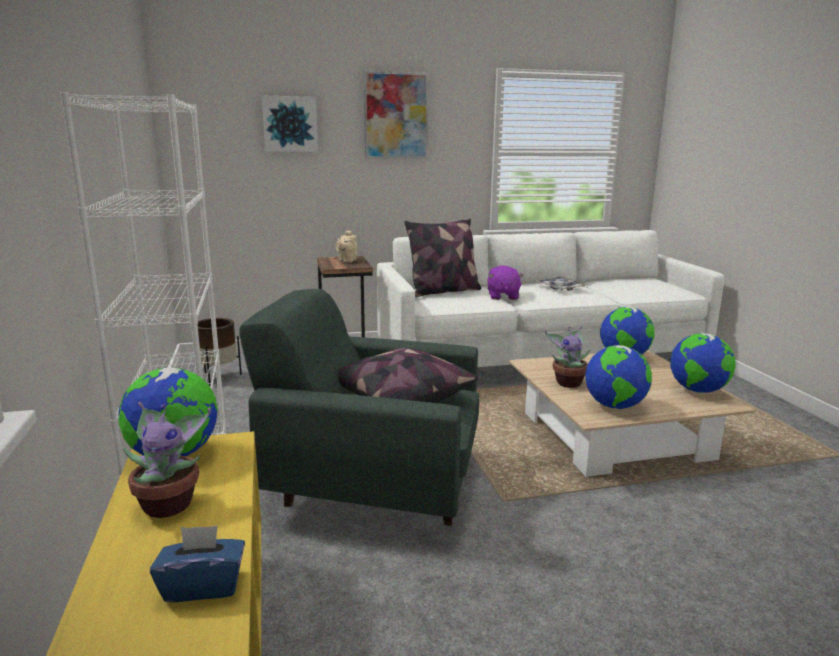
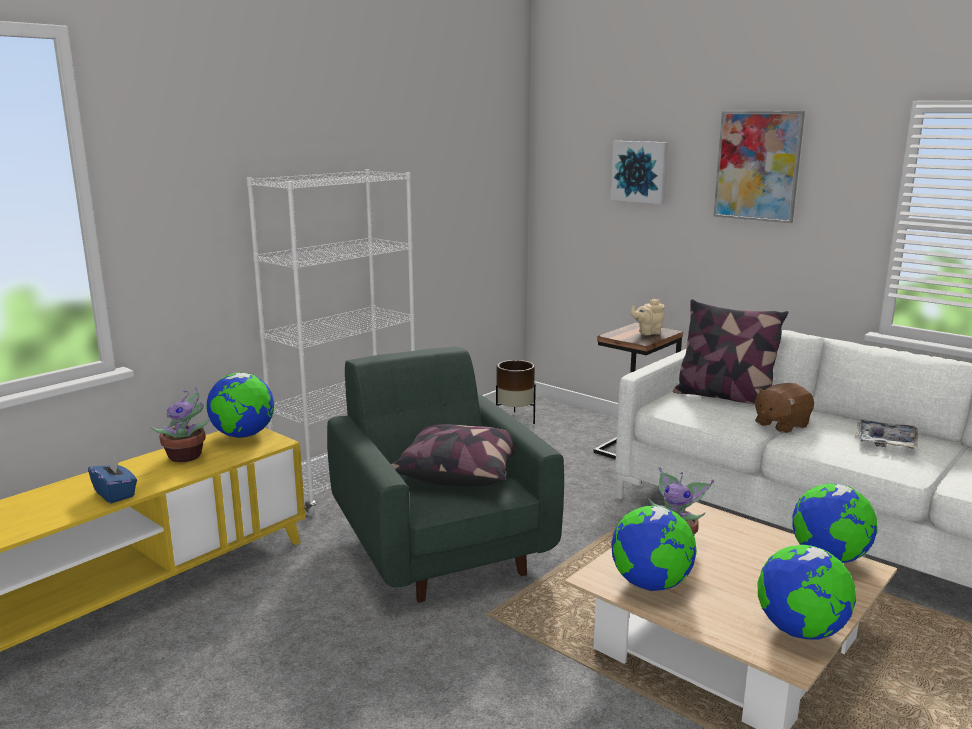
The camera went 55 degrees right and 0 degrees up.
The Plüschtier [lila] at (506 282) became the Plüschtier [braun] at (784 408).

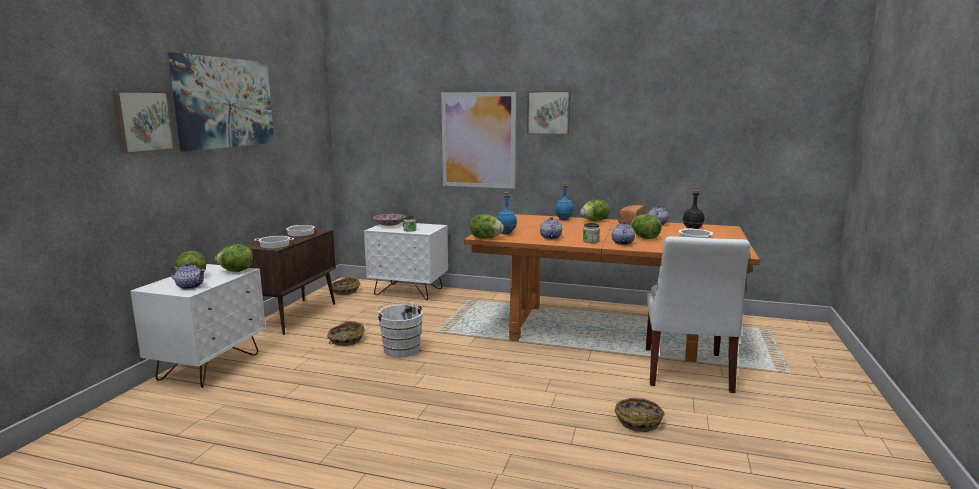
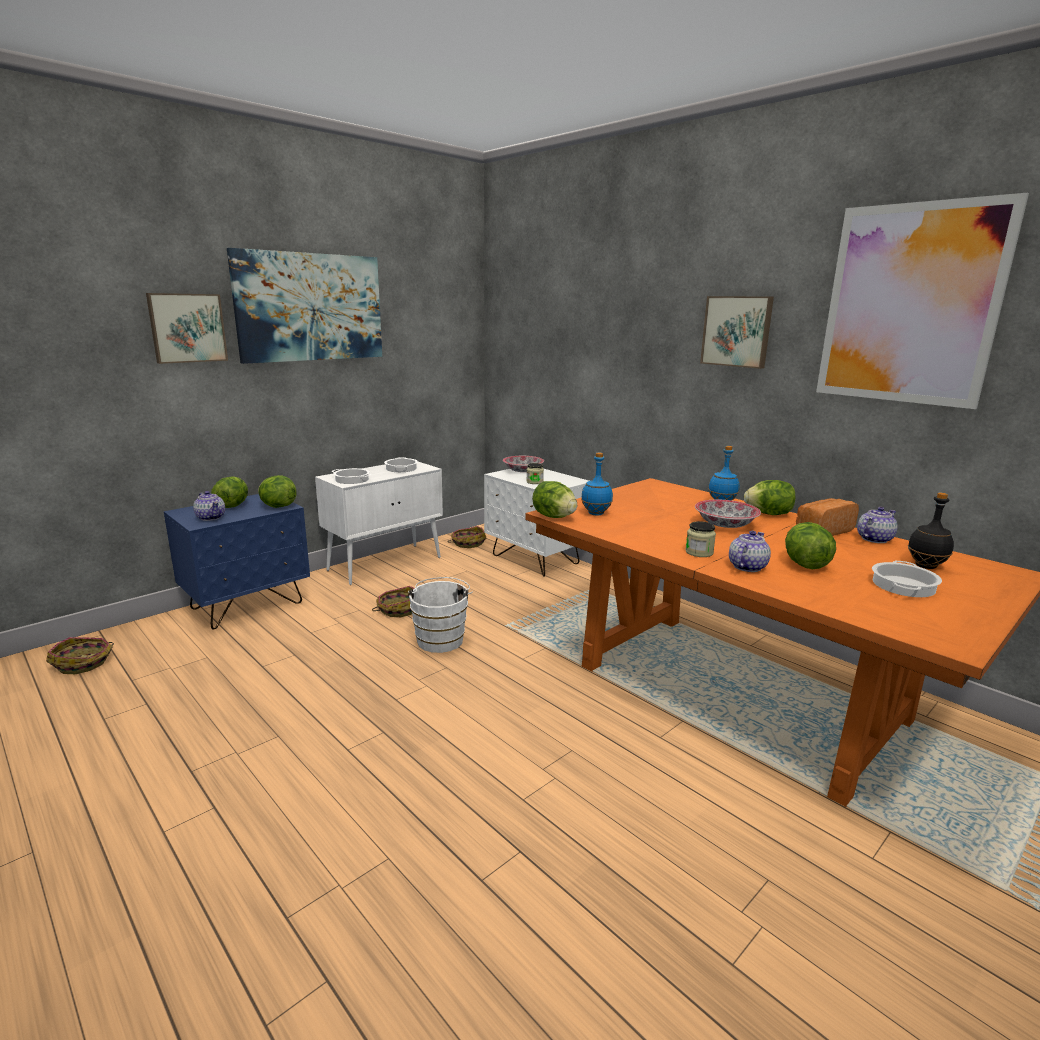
The camera went 30 degrees right and 5 degrees up.
The Korb moved from (639 415) to (80 655).
The Nachttisch [weiß] at (198 326) became the Nachttisch [blau] at (237 562).
The Schrank [braun] at (290 282) became the Schrank [weiß] at (379 523).
The Schüssel at (728 514) appeared.
The Bild moved from (478 140) to (922 301).
The Teekanne at (551 228) disappeared.
The Stuhl [weiß] at (698 314) disappeared.

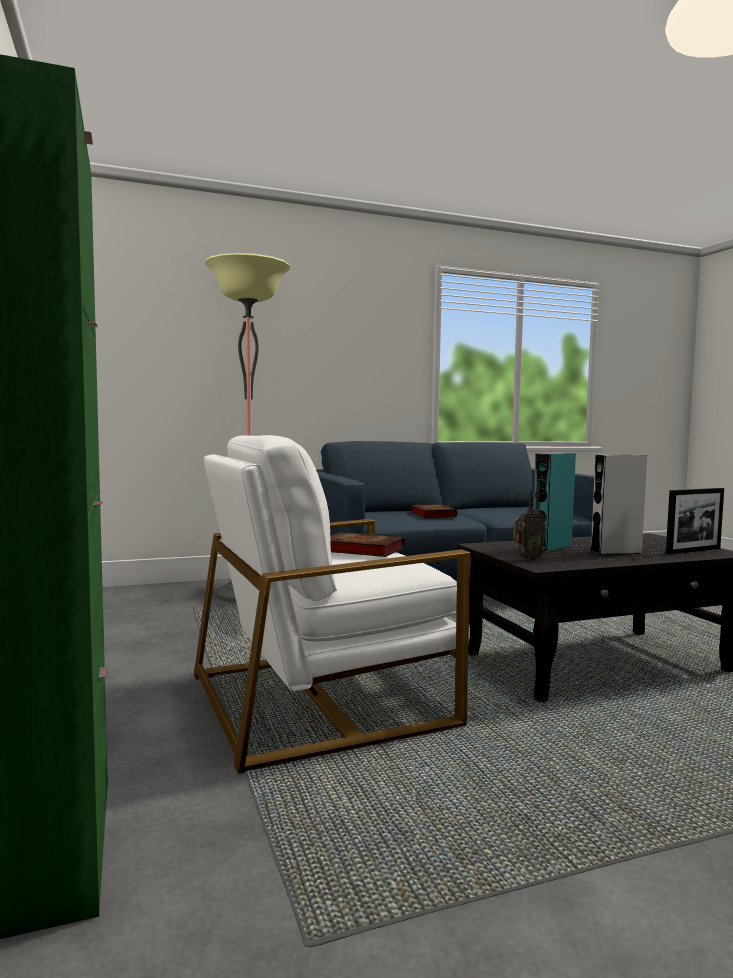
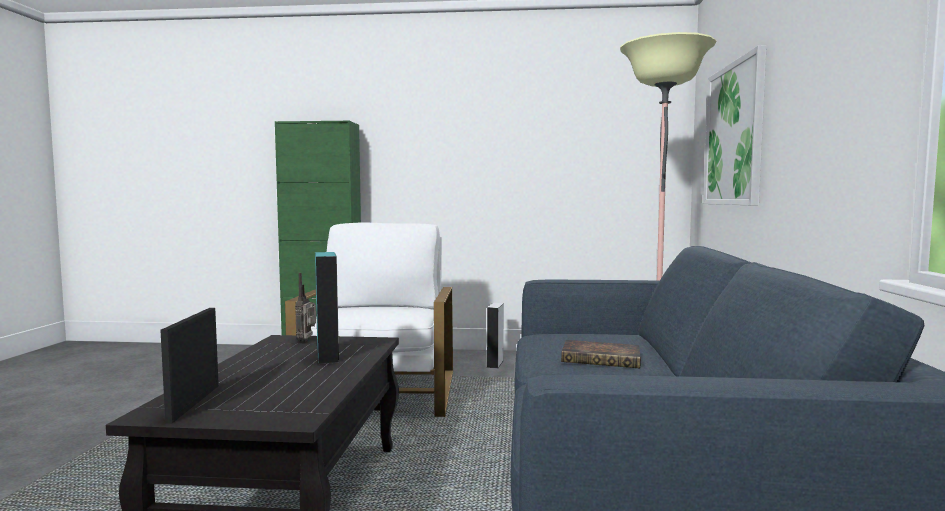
The camera went 115 degrees right and 0 degrees up.
The Lautsprecher [grau] moved from (619 505) to (495 335).
The Bild at (735 125) appeared.
The Buch at (367 545) disappeared.

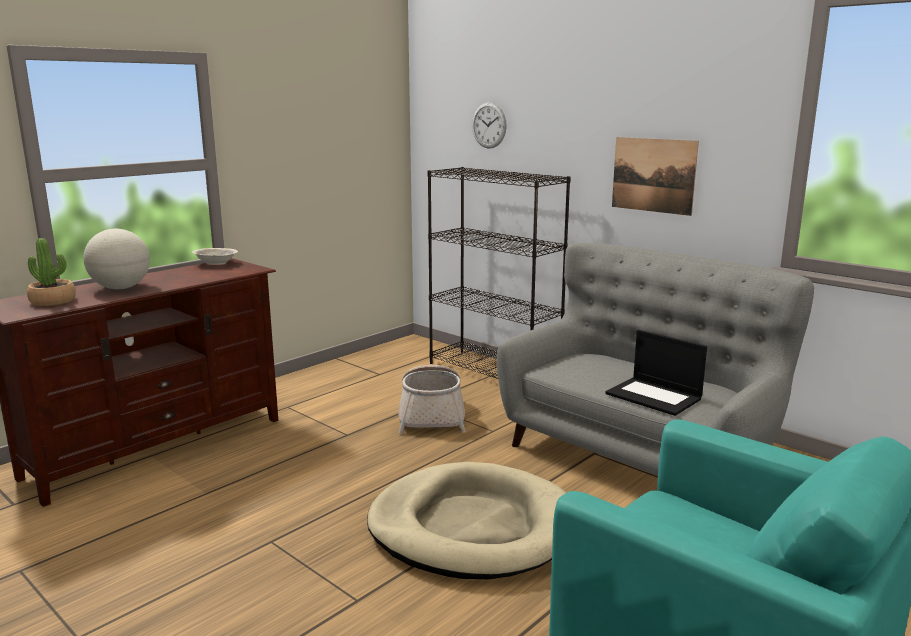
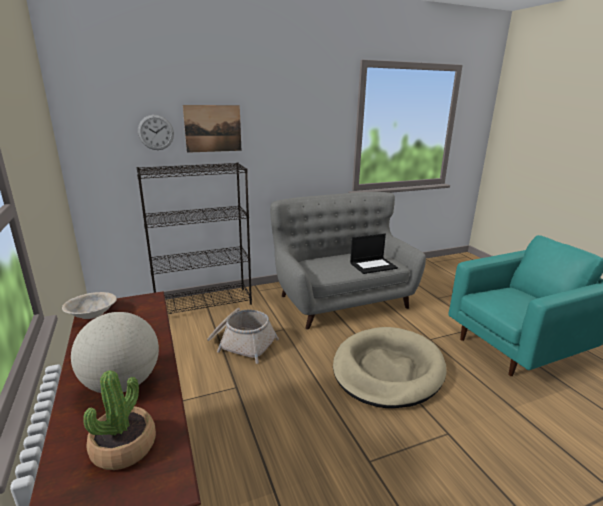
The camera went 65 degrees left and 5 degrees up.
The Bild moved from (655 176) to (212 129).

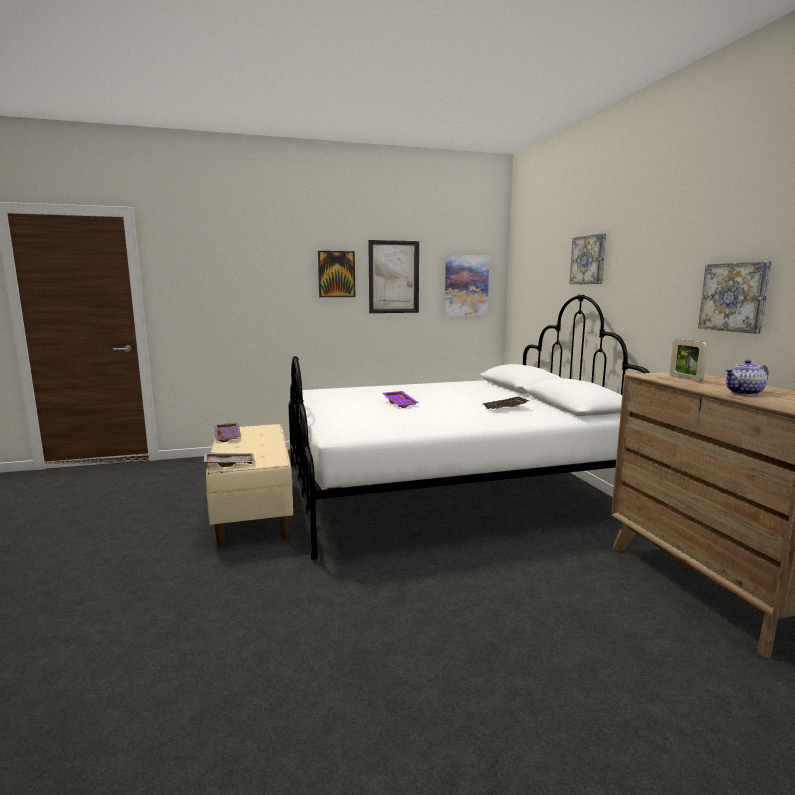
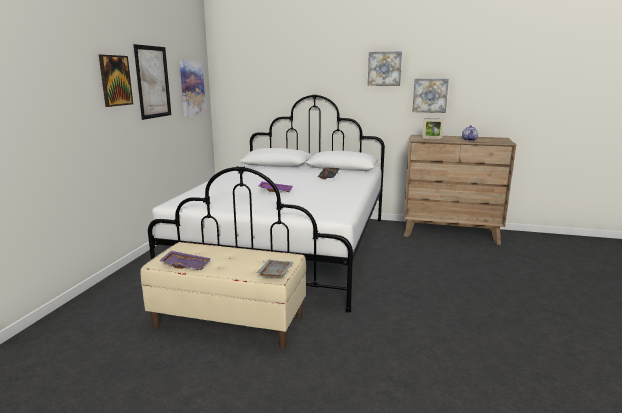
The camera went 60 degrees left and 5 degrees up.
The Bild moved from (587 258) to (385 69).

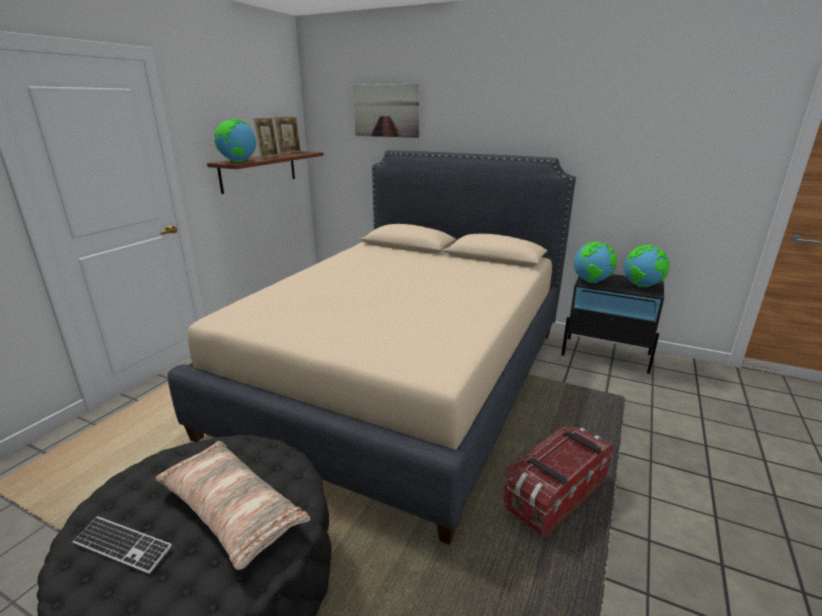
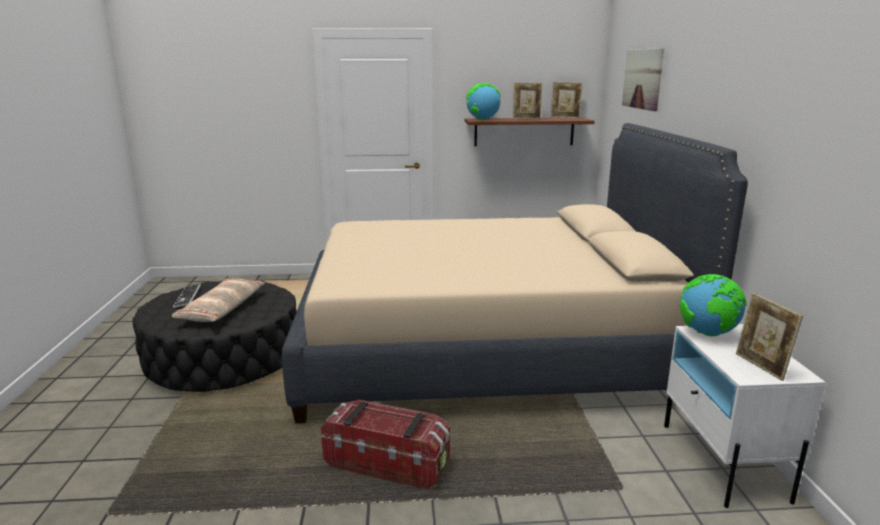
The camera went 60 degrees right and 5 degrees down.
The Nachttisch [schwarz] at (612 324) became the Nachttisch [weiß] at (745 416).
The Globus at (647 266) was replaced by the Bilderrahmen at (769 337).

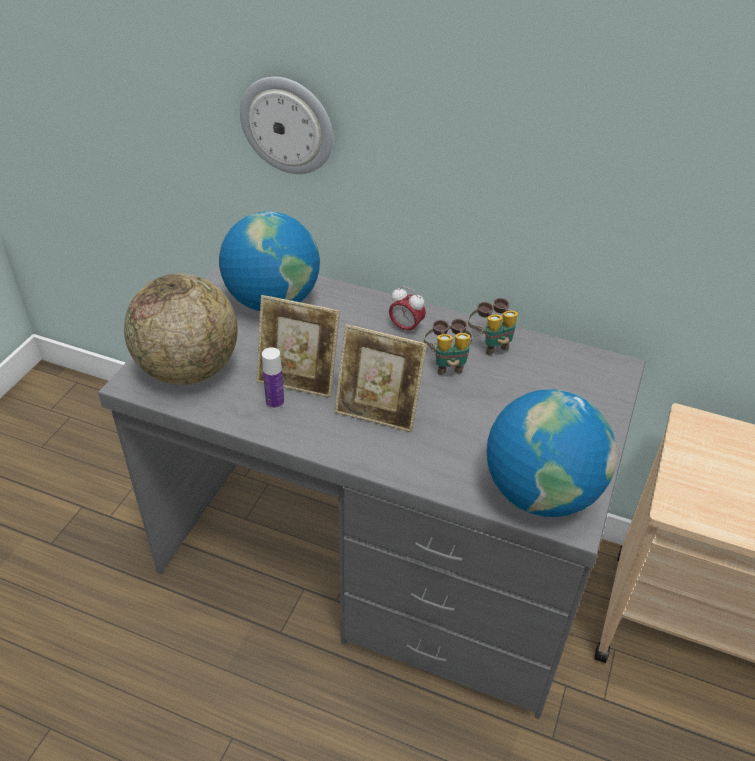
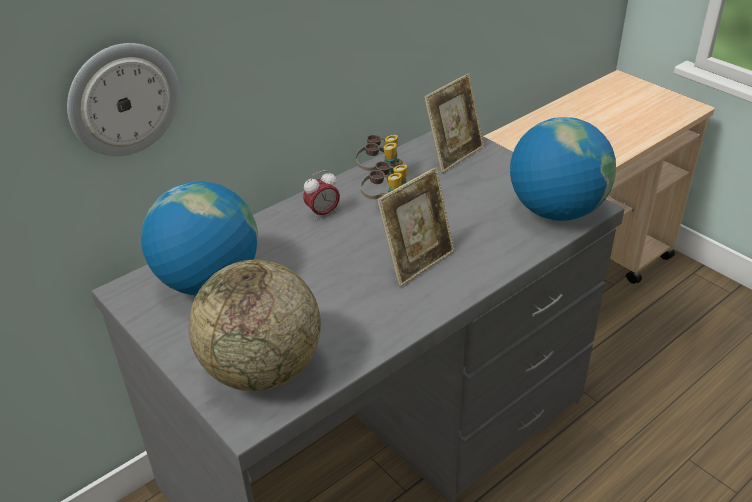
The camera went 60 degrees left and 5 degrees down.
The Bilderrahmen moved from (298 346) to (454 123).
The Flasche at (273 378) disappeared.

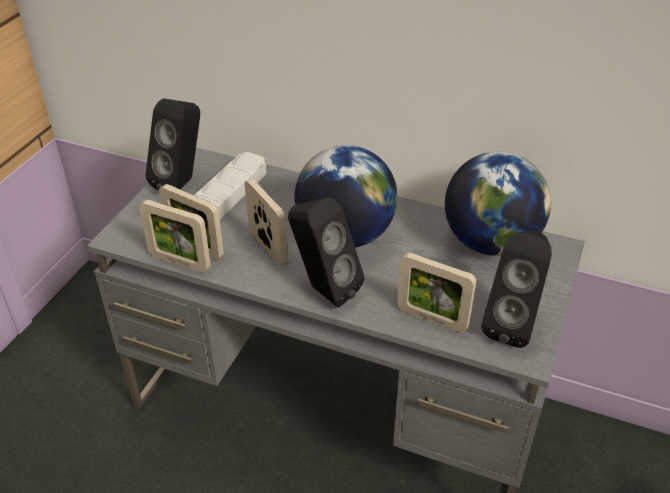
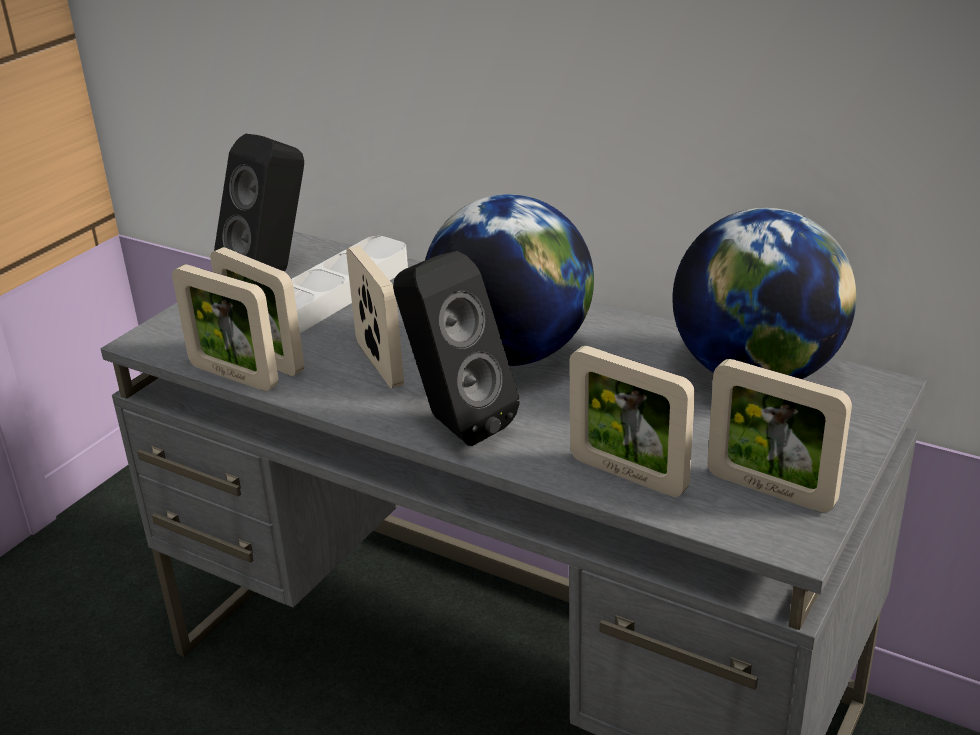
The camera went 10 degrees right and 10 degrees down.
The Lautsprecher [schwarz] at (516 289) was replaced by the Bilderrahmen at (779 436).

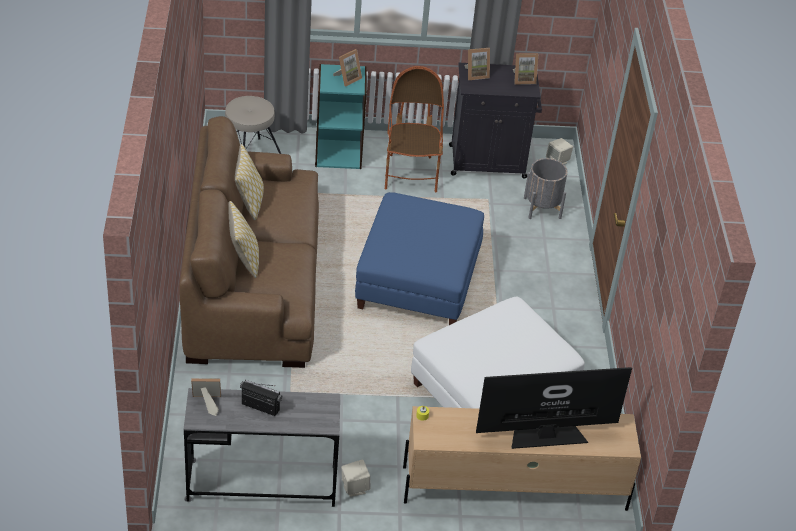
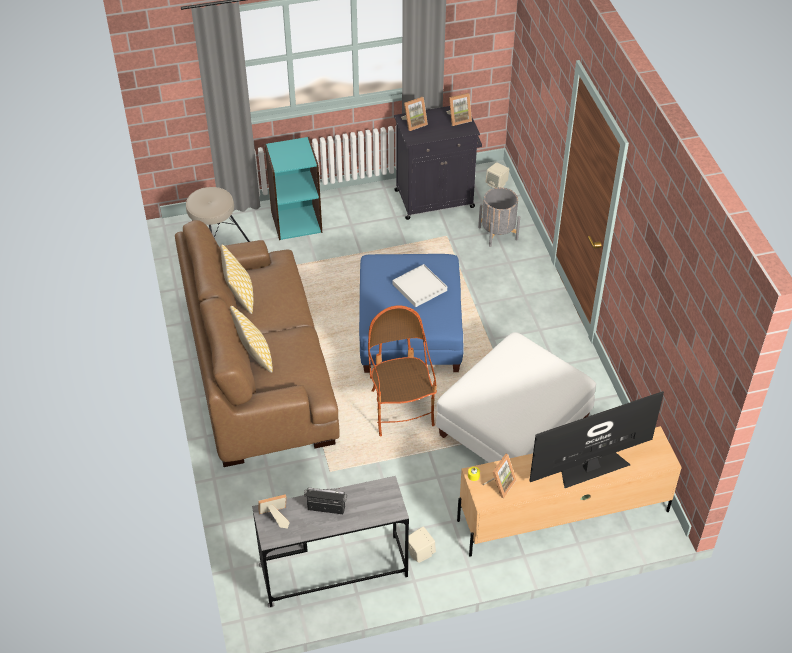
The camera went 10 degrees left and 5 degrees up.
The Sessel moved from (414 129) to (402 370).
The Tablett [weiß] at (420 285) appeared.
The Bilderrahmen moved from (347 67) to (499 476).

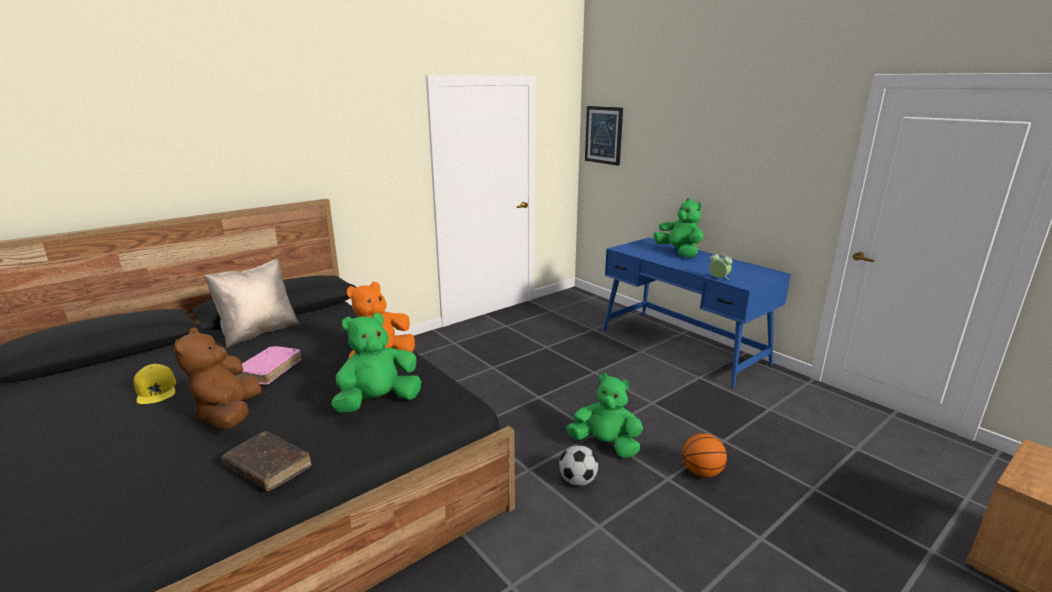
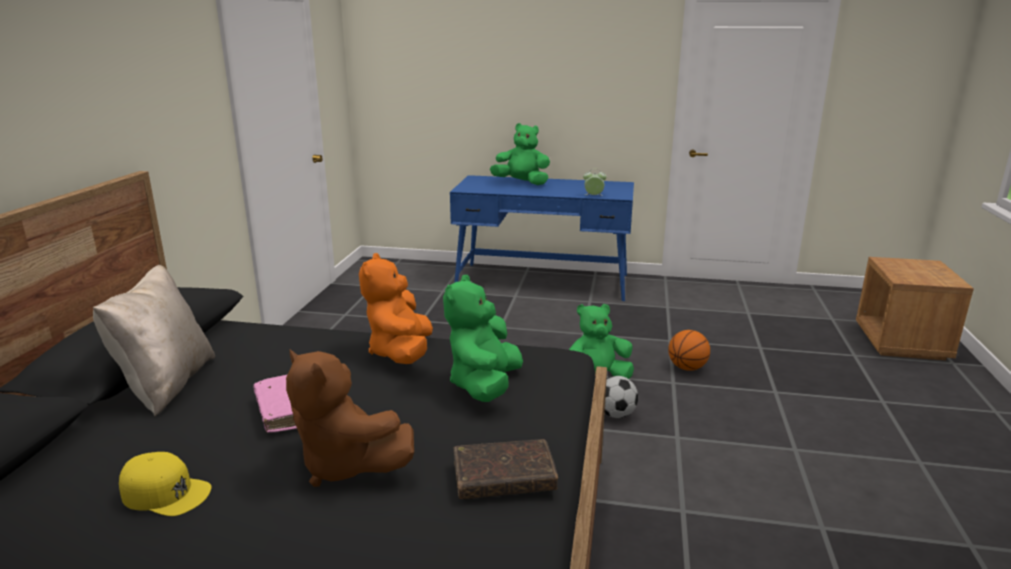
The camera went 40 degrees left and 0 degrees up.
The Bild at (604 136) disappeared.

